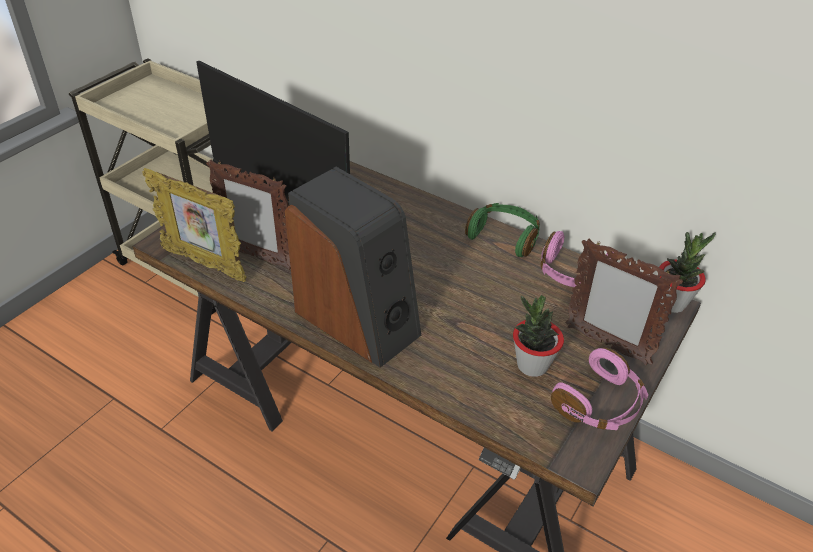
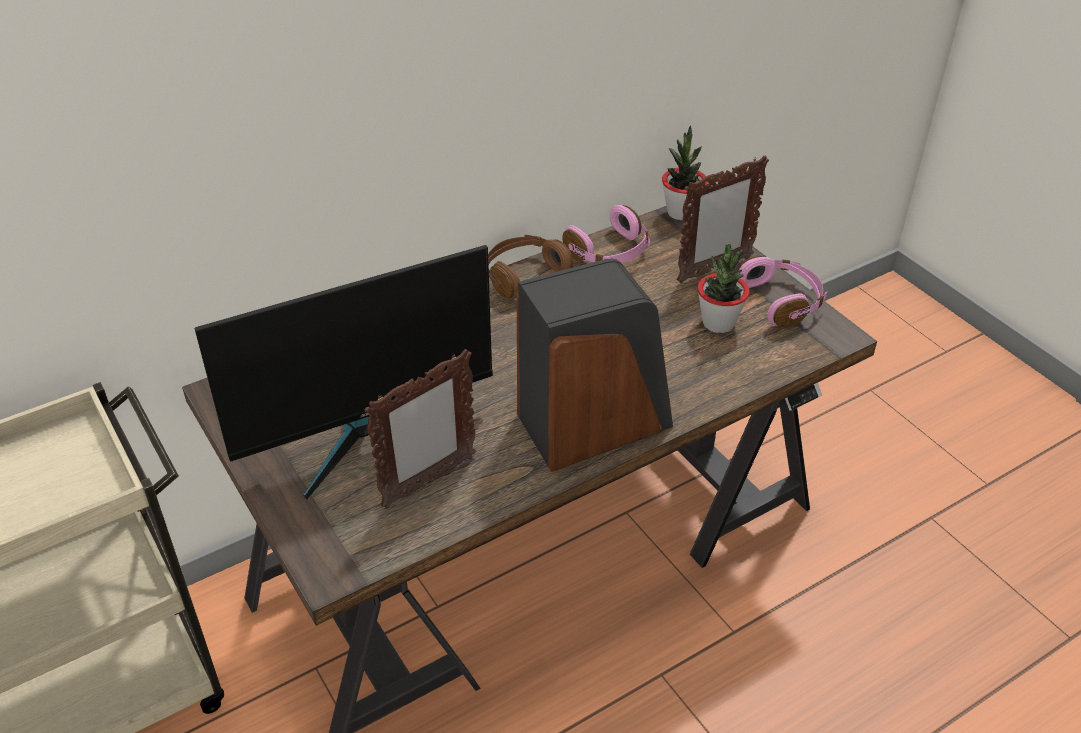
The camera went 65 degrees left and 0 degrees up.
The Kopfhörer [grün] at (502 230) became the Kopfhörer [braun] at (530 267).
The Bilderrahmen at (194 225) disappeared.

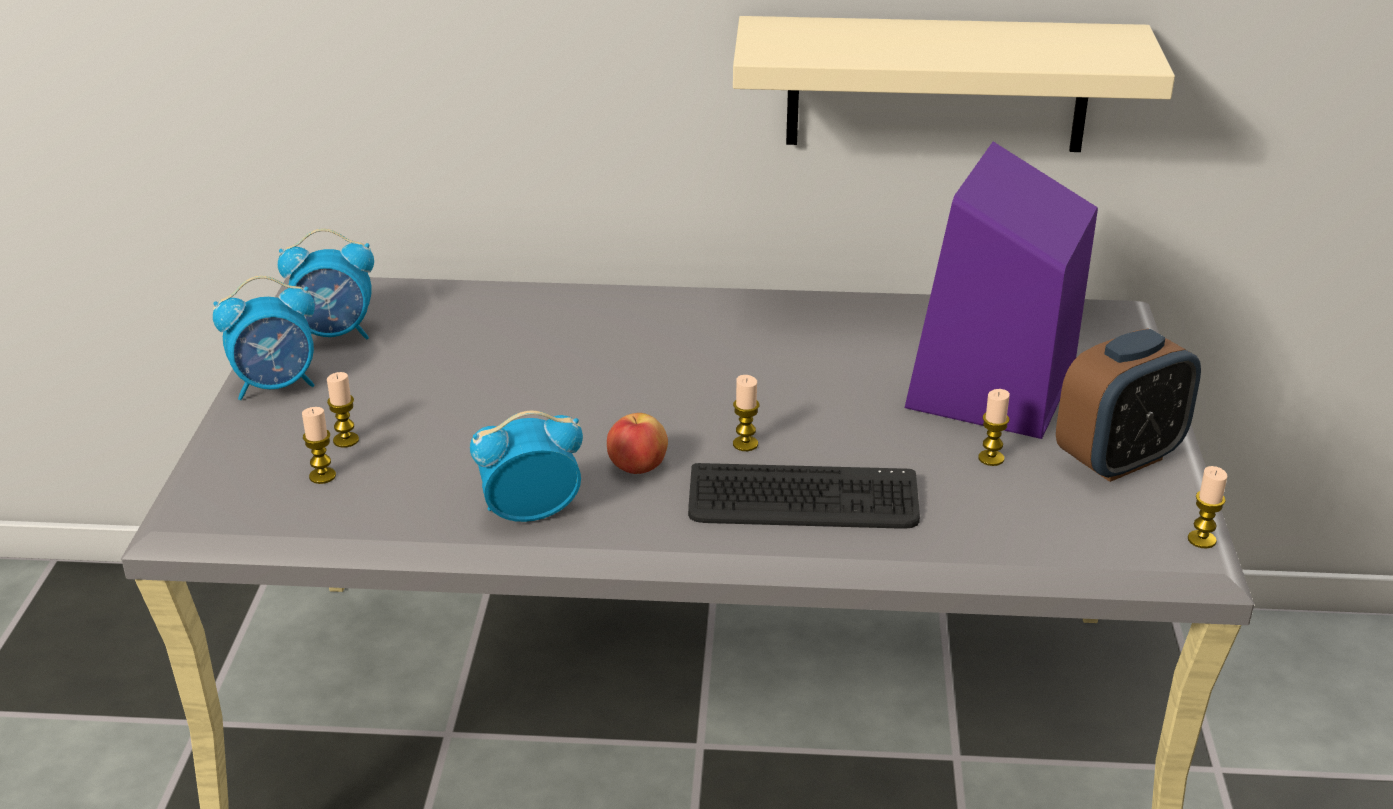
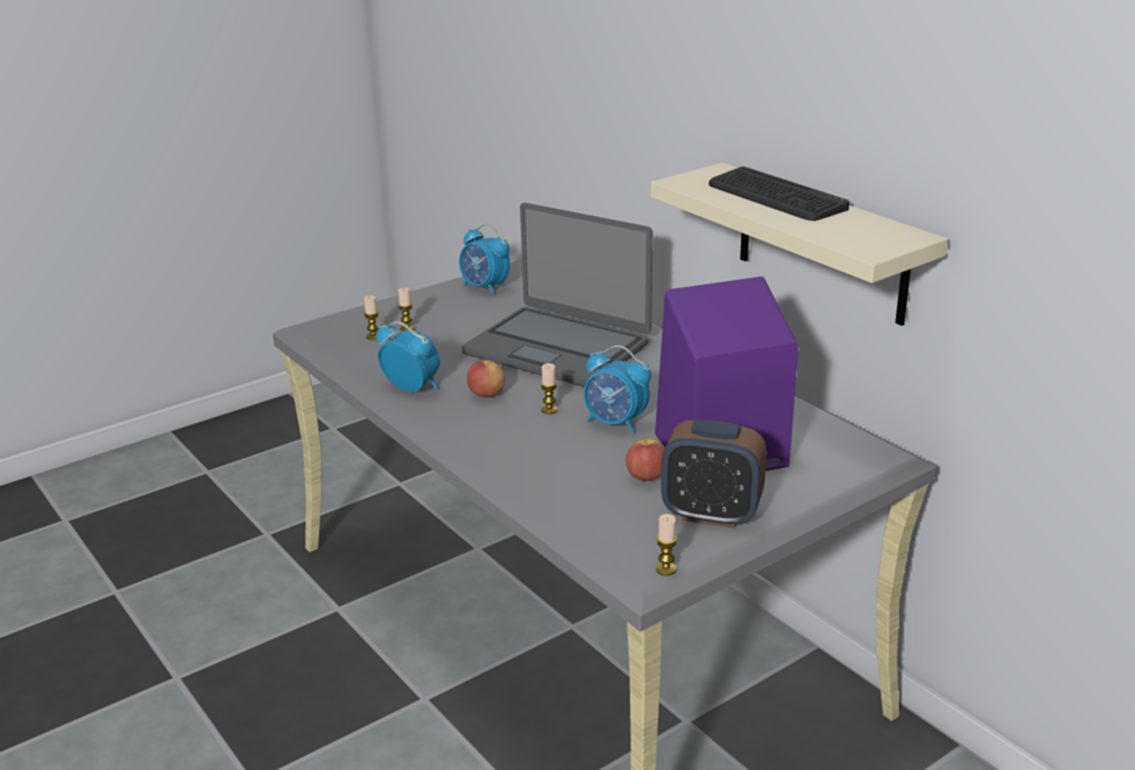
The camera went 50 degrees right and 5 degrees down.
The Laptop at (557 295) appeared.
The Wecker moved from (264 338) to (617 389).
The Kerze at (994 427) was replaced by the Apfel at (644 459).
The Tastatur moved from (804 496) to (779 194).

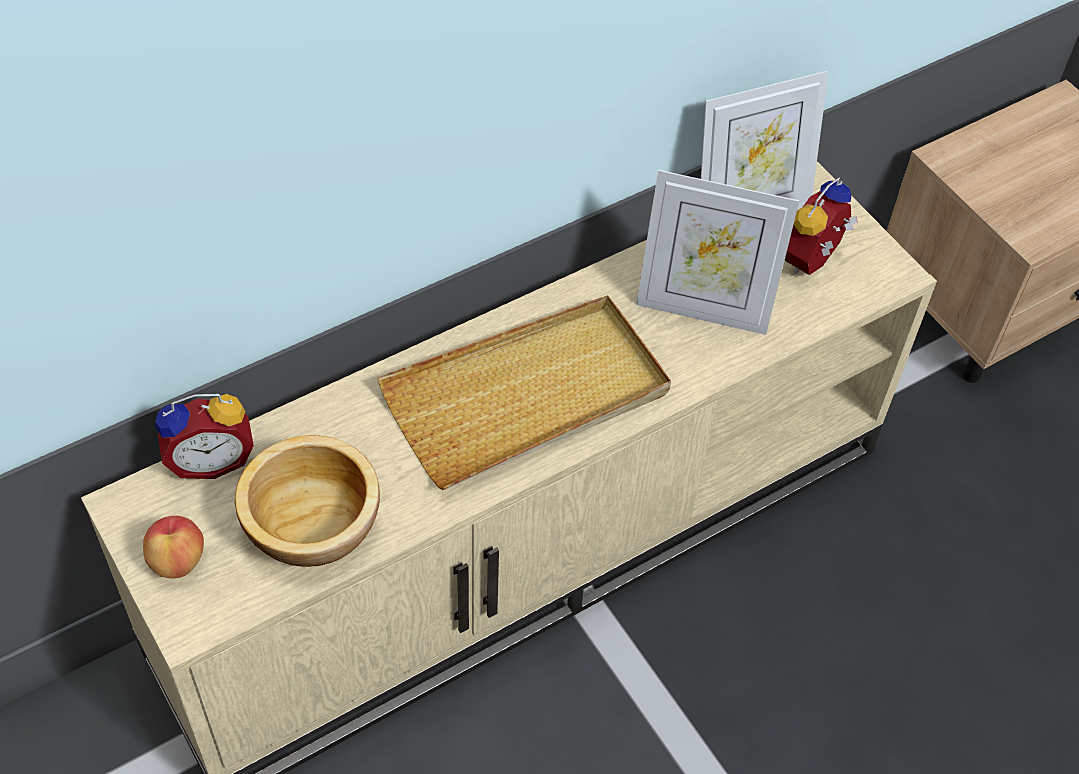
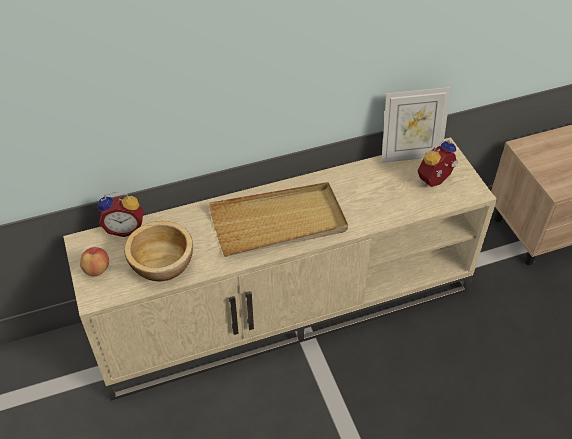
The camera went 15 degrees right and 5 degrees down.
The Bilderrahmen at (717 252) disappeared.

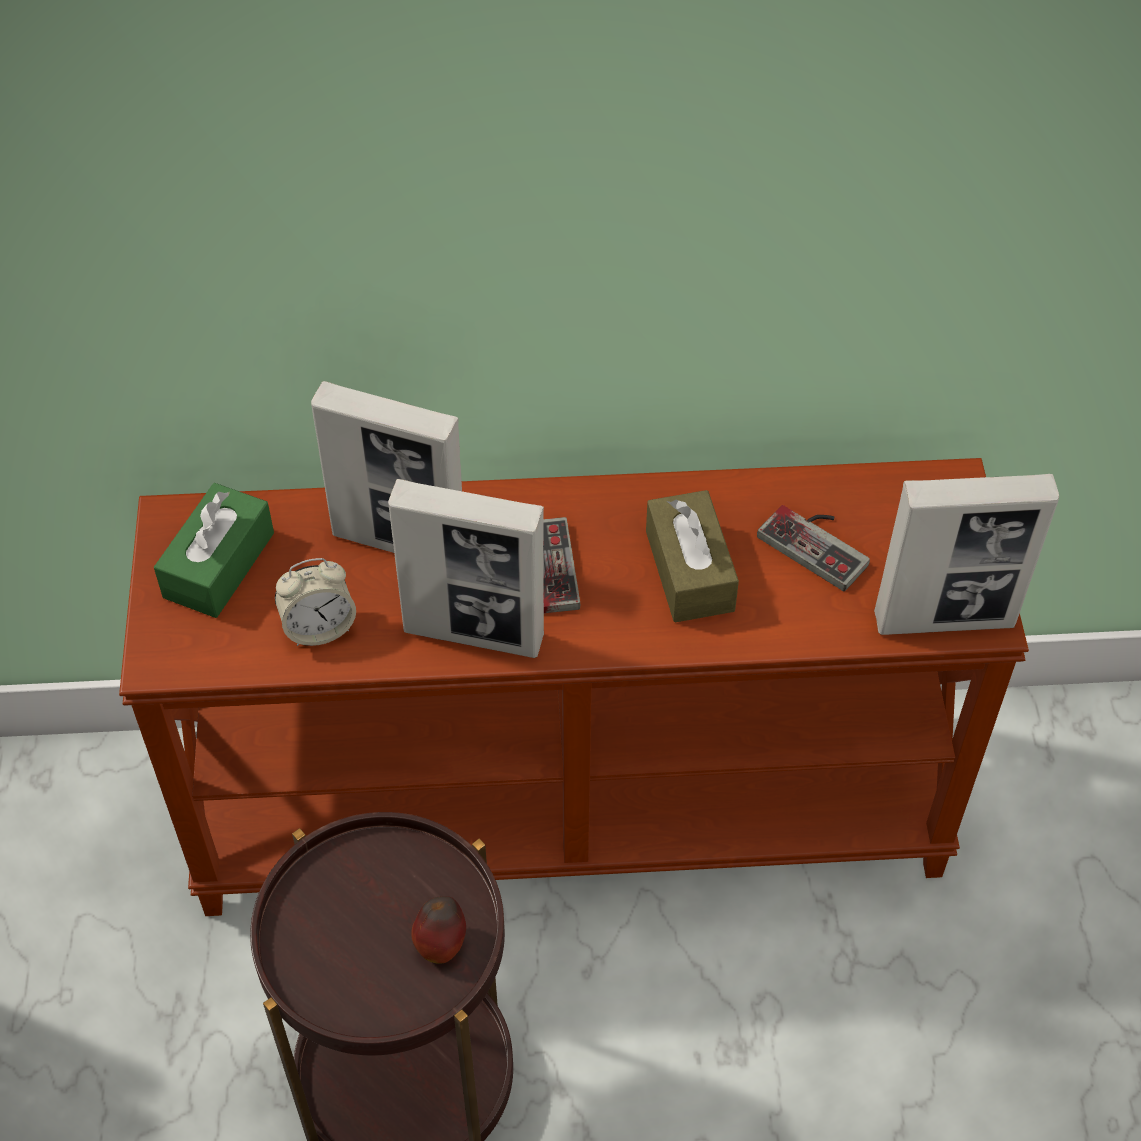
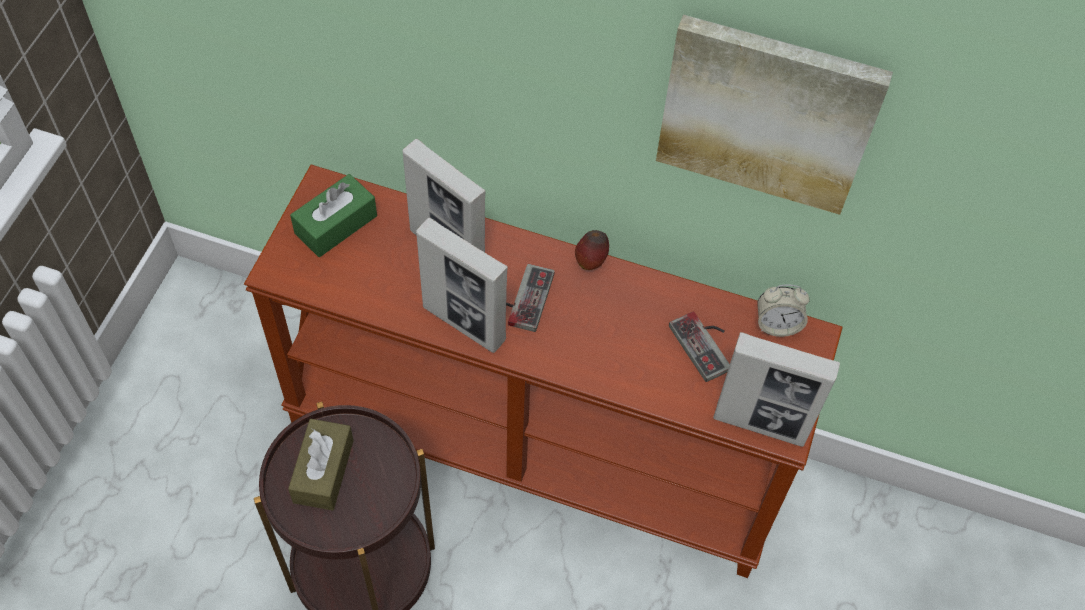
The camera went 20 degrees right and 5 degrees up.
The Taschentuchbox [braun] moved from (692 556) to (321 464).
The Apfel moved from (438 930) to (592 250).
The Bild at (774 115) appeared.
The Wecker moved from (315 602) to (783 310).

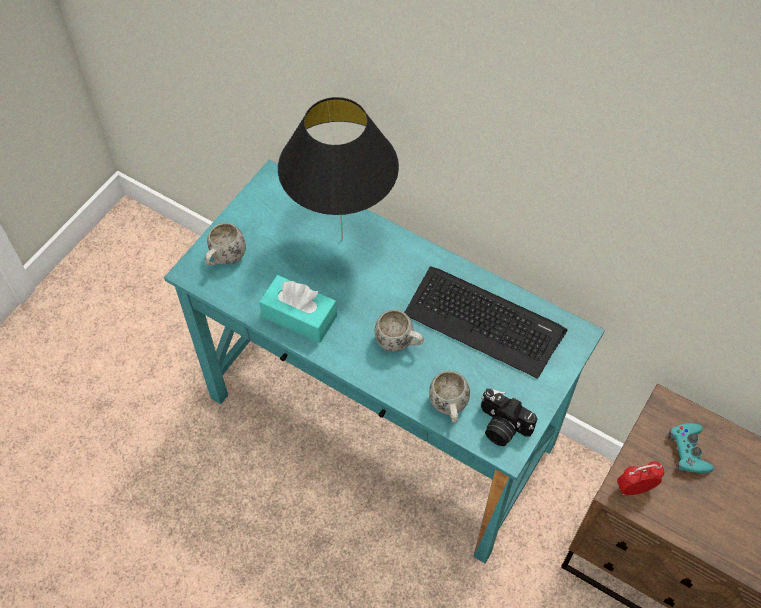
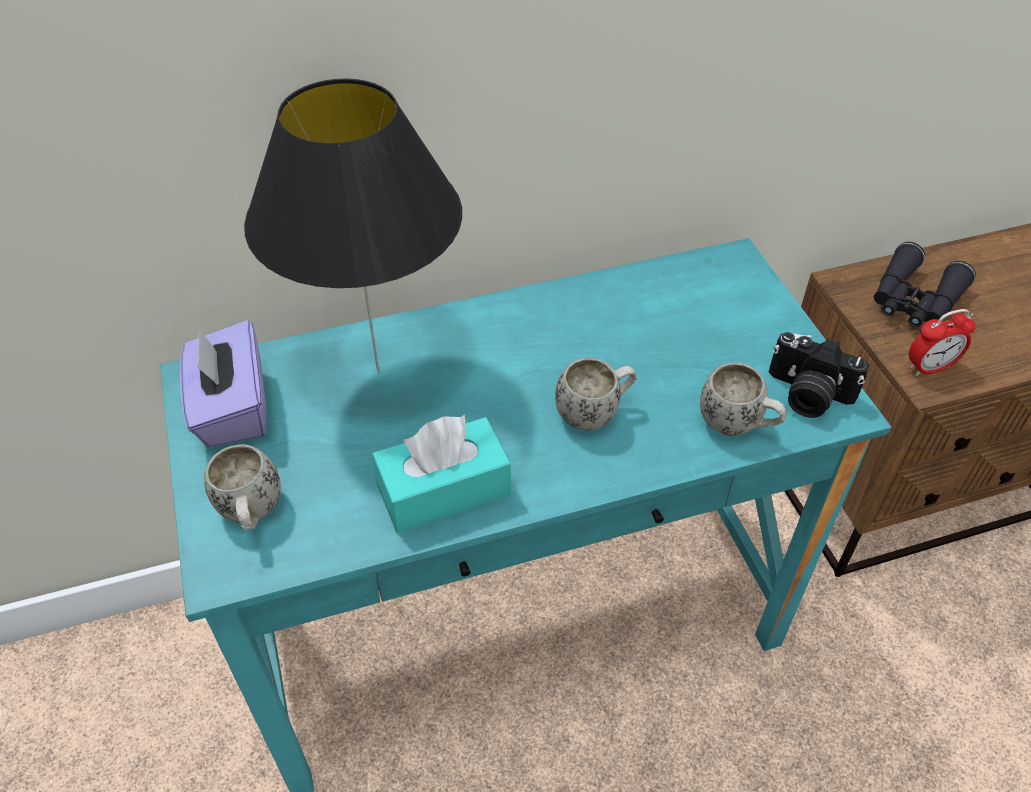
The camera went 50 degrees left and 10 degrees down.
The Taschentuchbox [lila] at (223 383) appeared.
The Kamera at (509 417) turned 45 degrees clockwise.
The Gamepad [türkis] at (691 448) was replaced by the Fernglas [schwarz] at (925 284).
The Wecker at (640 478) turned 135 degrees counterclockwise.
The Tastatur at (486 322) disappeared.

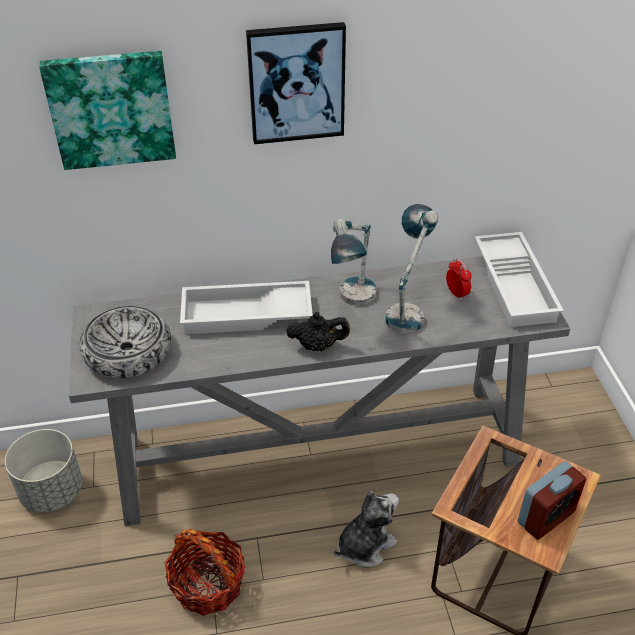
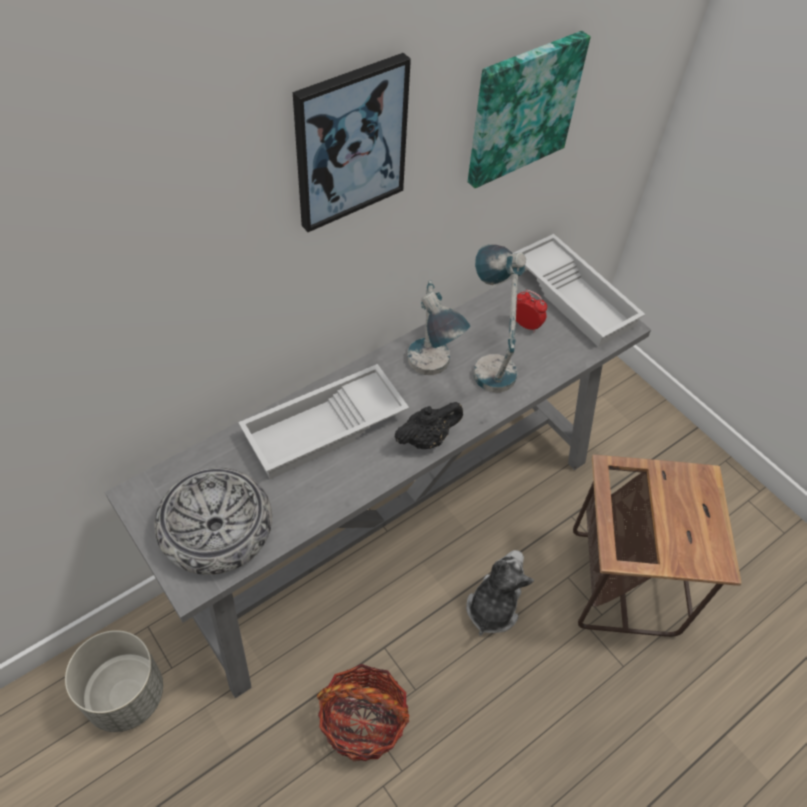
The camera went 30 degrees left and 10 degrees up.
The Bild moved from (107 110) to (529 109).
The Wecker at (551 500) disappeared.

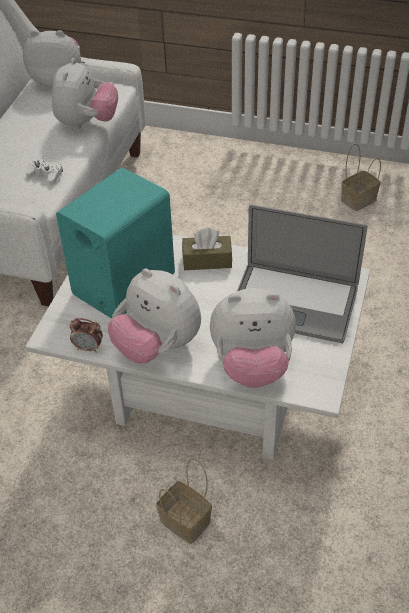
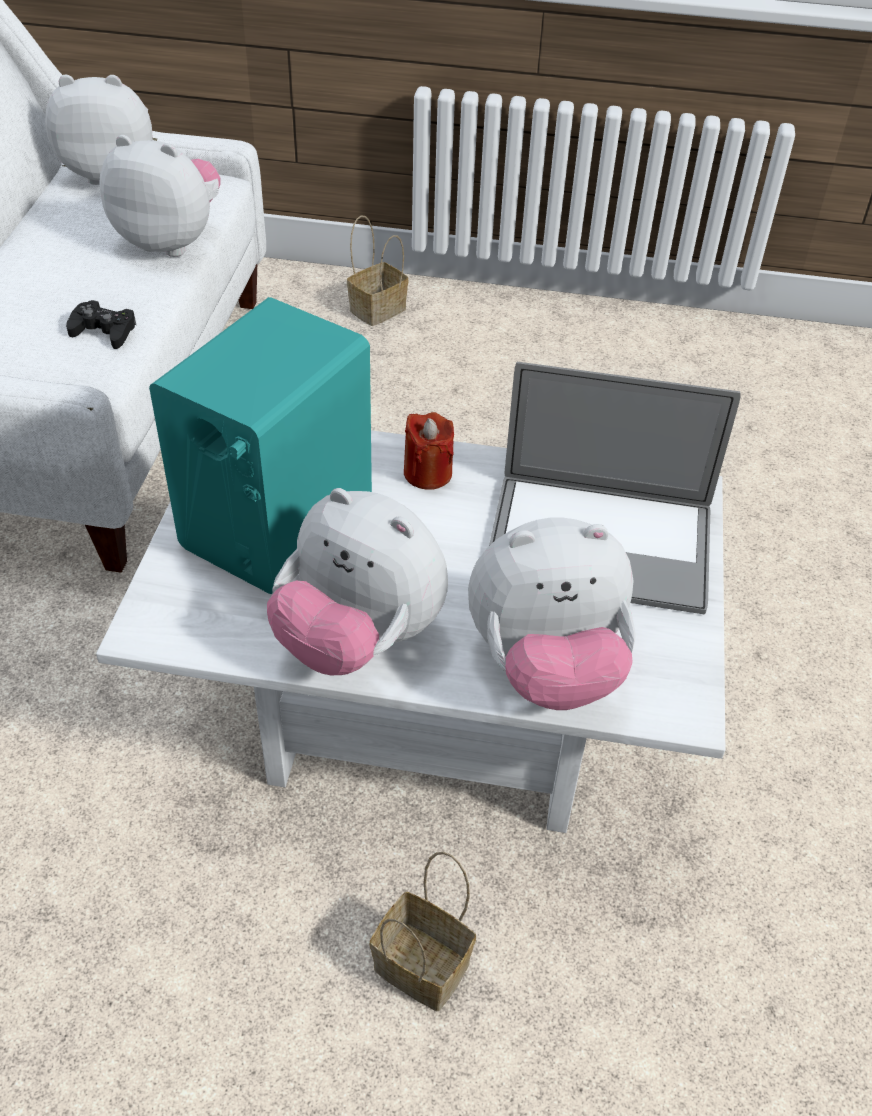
The camera went 10 degrees left and 0 degrees up.
The Gamepad [weiß] at (44 171) became the Gamepad [schwarz] at (101 324).
The Plüschtier at (85 94) turned 75 degrees counterclockwise.
The Korb moved from (361 177) to (377 270).
The Taschentuchbox [braun] at (207 249) was replaced by the Kerze [rot] at (429 451).
The Wecker at (86 335) disappeared.

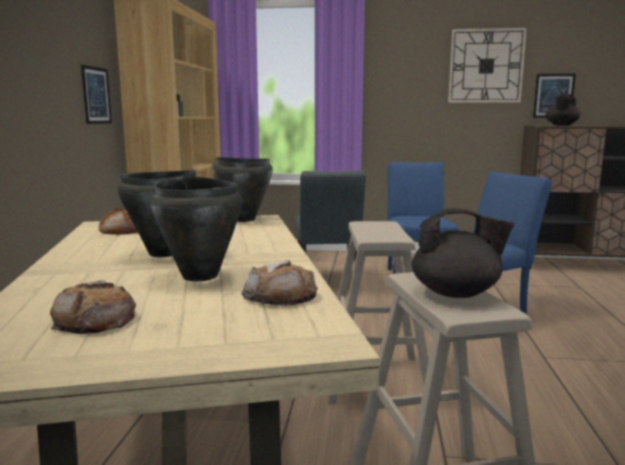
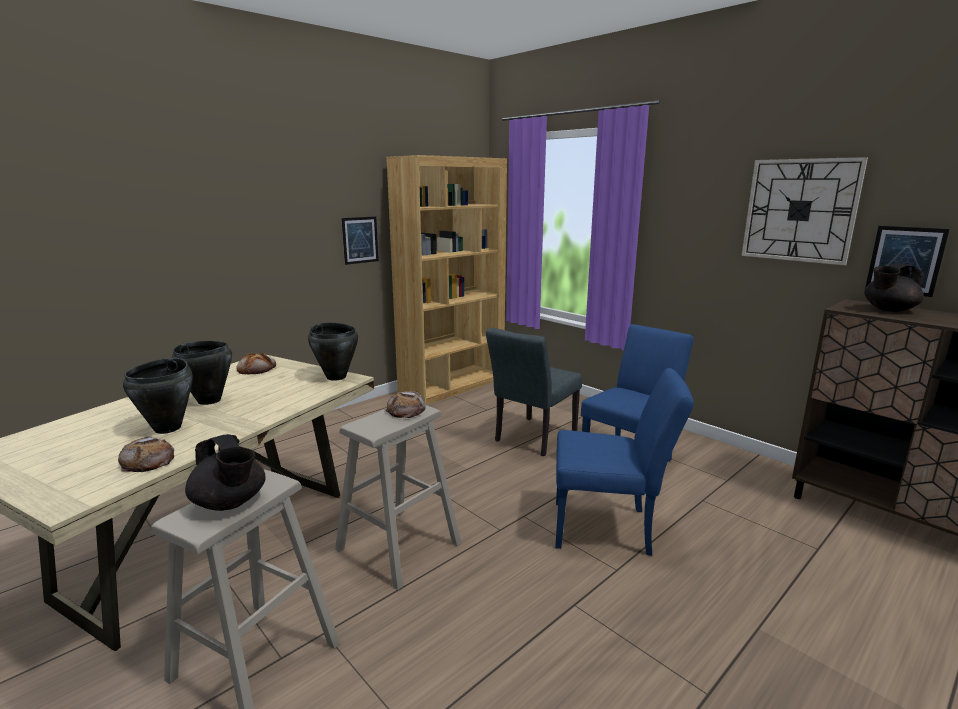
The camera went 40 degrees right and 5 degrees up.
The Brot moved from (93 307) to (405 404).

